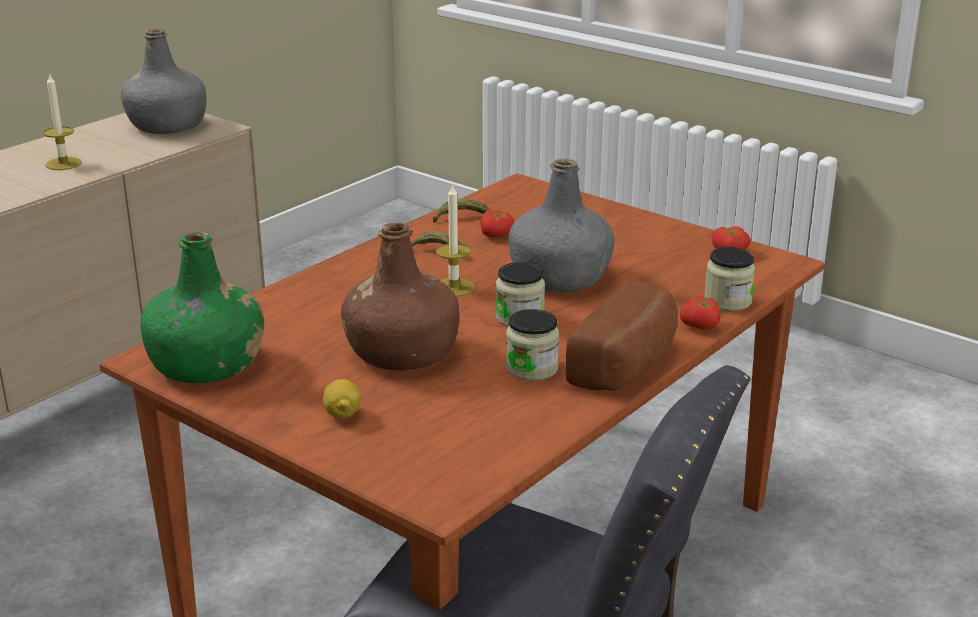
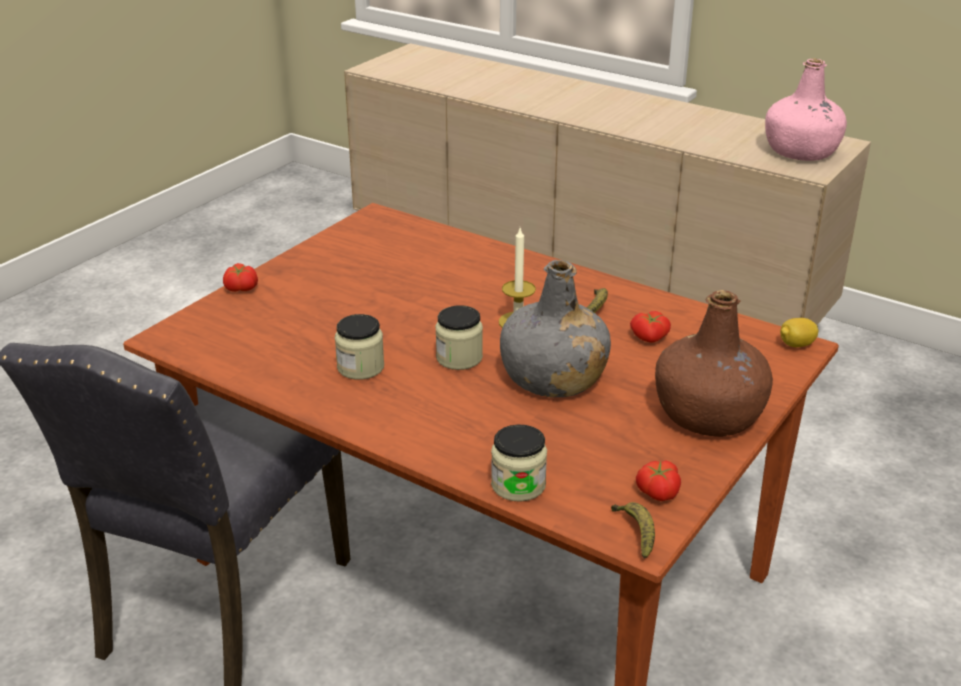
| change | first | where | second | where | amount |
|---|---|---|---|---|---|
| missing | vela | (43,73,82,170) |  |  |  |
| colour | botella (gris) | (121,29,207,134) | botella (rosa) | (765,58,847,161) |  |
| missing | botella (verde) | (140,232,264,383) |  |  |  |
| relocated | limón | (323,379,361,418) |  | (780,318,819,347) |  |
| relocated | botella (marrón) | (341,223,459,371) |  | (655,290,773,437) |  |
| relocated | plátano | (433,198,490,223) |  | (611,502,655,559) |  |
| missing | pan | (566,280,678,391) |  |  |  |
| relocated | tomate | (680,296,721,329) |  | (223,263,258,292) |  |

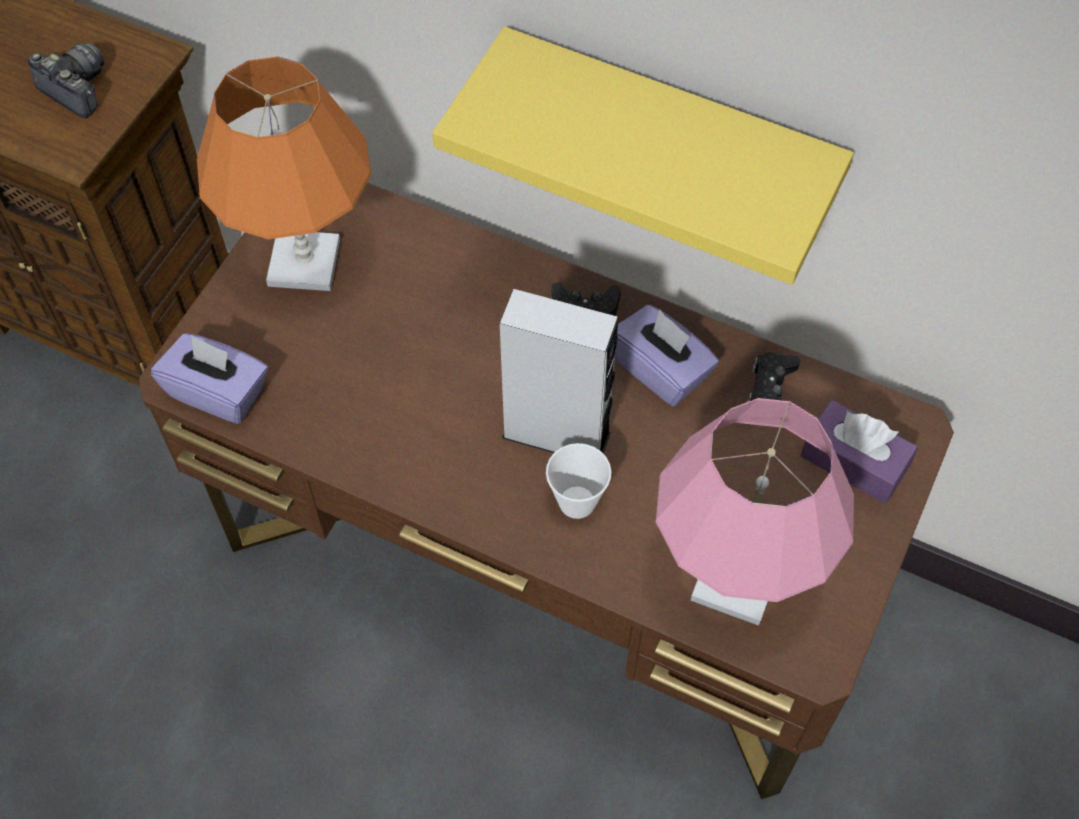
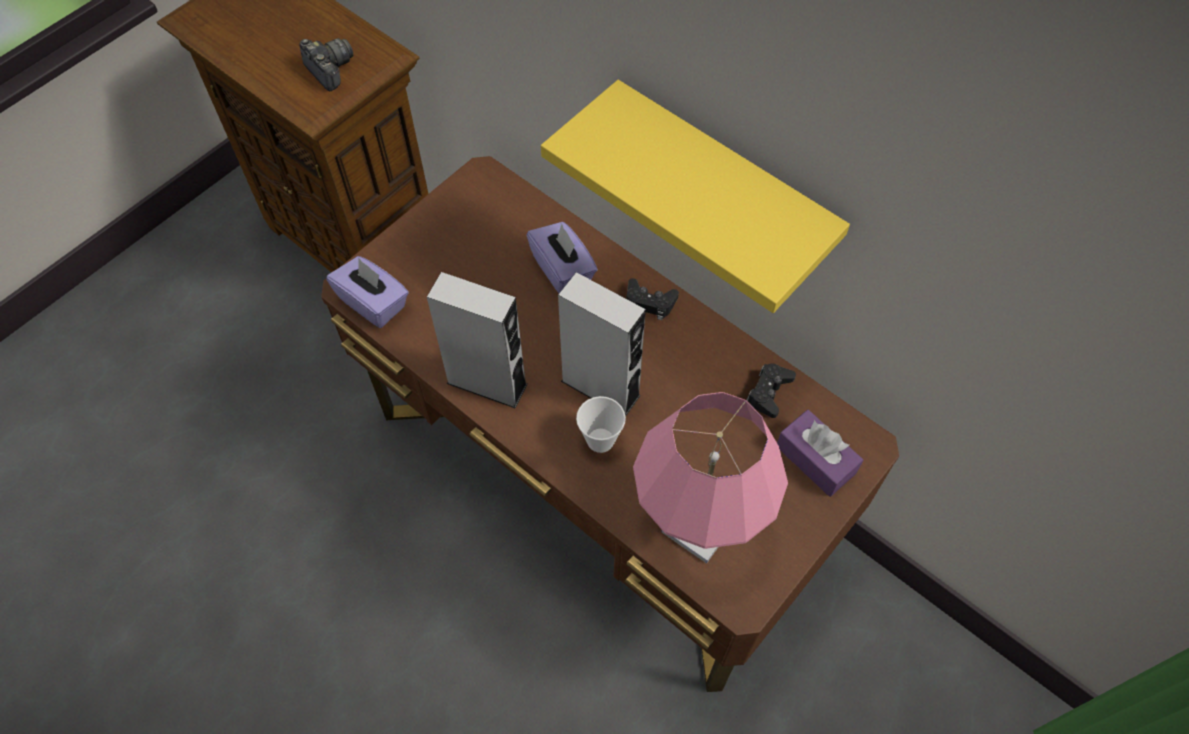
| change | first | where | second | where | amount |
|---|---|---|---|---|---|
| missing | lámpara de mesa (naranja) | (197,56,371,291) |  |  |  |
| relocated | caja de pañuelos (morado) | (615,305,719,407) |  | (526,222,598,293) |  |
| appeared |  |  | altavoz (gris) | (427,272,527,409) |  |

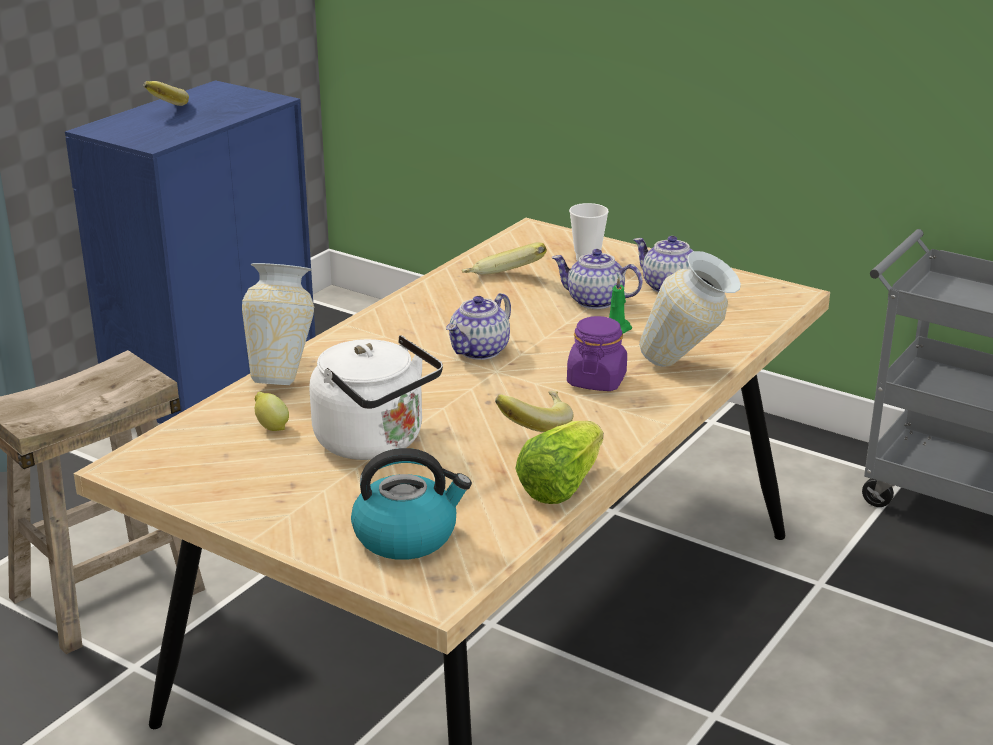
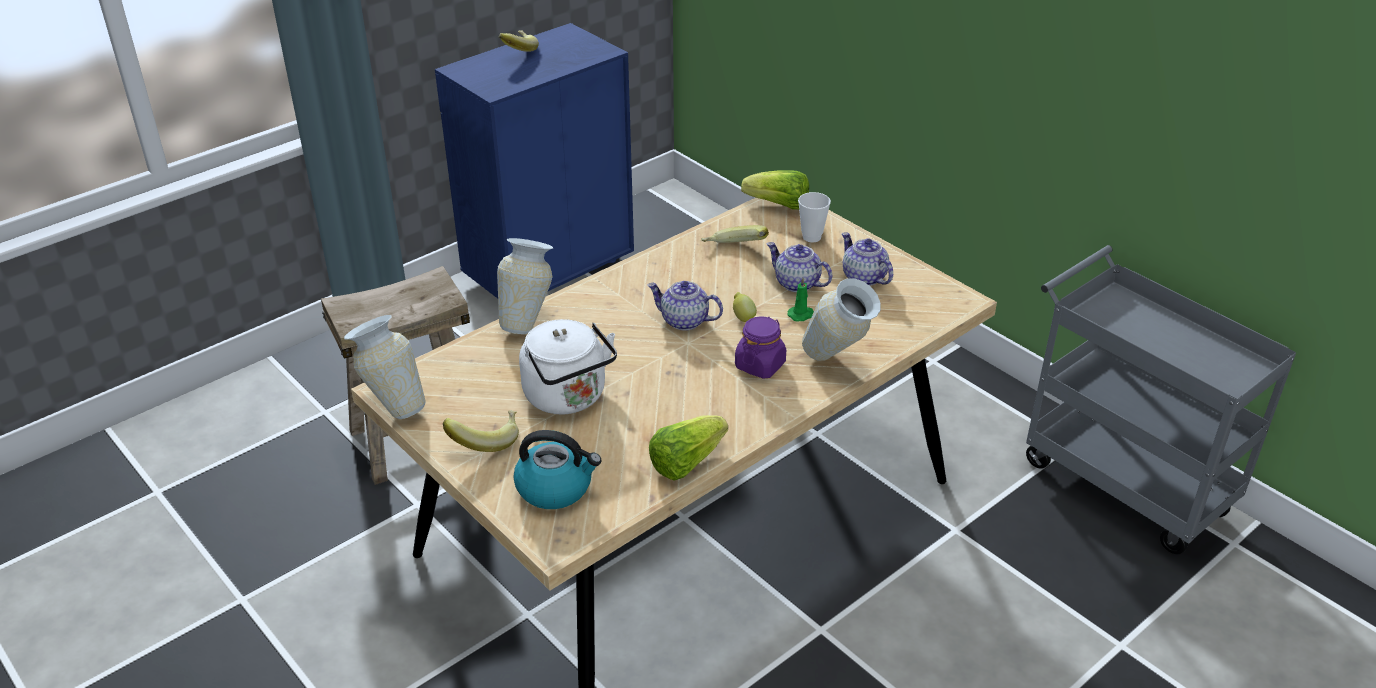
| change | first | where | second | where | amount |
|---|---|---|---|---|---|
| relocated | limón | (255,392,289,431) |  | (733,292,757,322) |  |
| spun | tetera | (446,293,511,360) |  | (647,281,723,331) | 60 degrees clockwise |
| relocated | plátano | (495,390,574,432) |  | (443,410,519,452) |  |
| appeared |  |  | florero | (344,315,425,419) |  |
| appeared |  |  | lechuga | (741,170,809,210) |  |

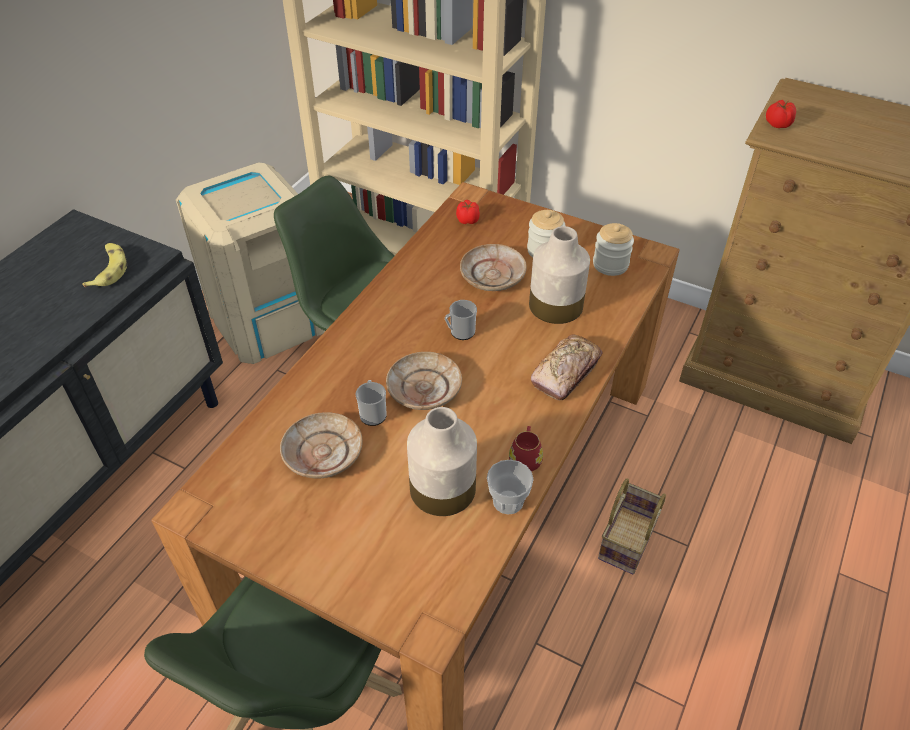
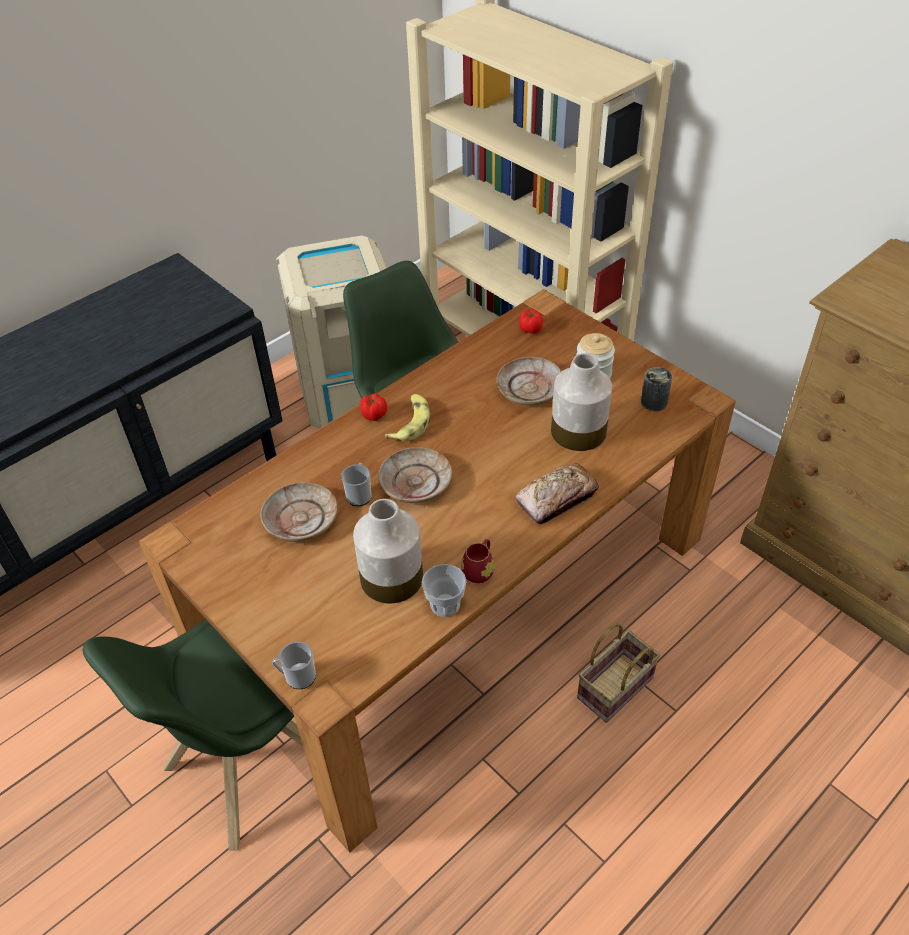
| change | first | where | second | where | amount |
|---|---|---|---|---|---|
| relocated | plátano | (82,243,127,287) |  | (385,394,430,441) |  |
| relocated | taza grande | (445,300,477,340) |  | (272,642,316,689) |  |
| exchanged | tarro | (593,223,634,276) | lata | (641,367,672,411) |  |
| relocated | tomate | (766,100,796,128) |  | (360,393,387,421) |  |

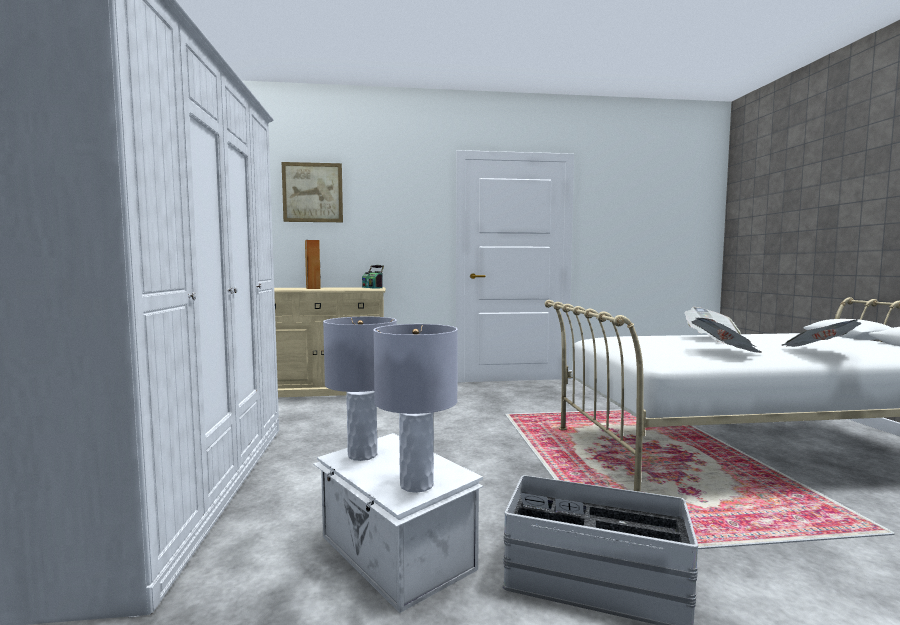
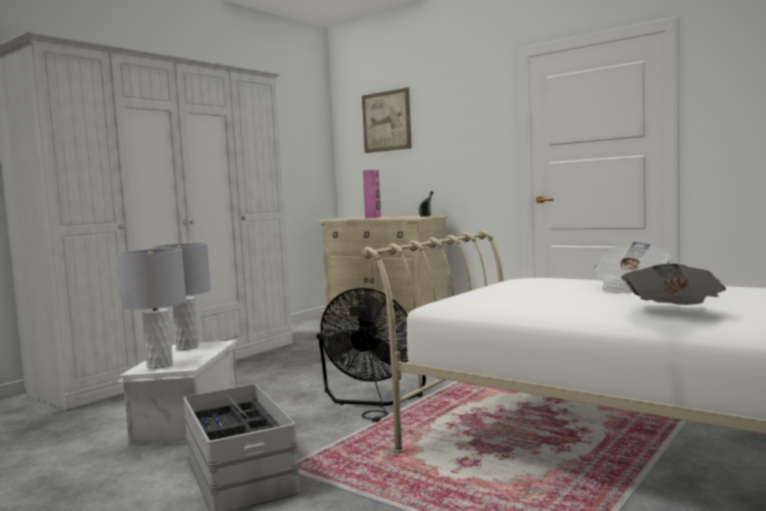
| change | first | where | second | where | amount |
|---|---|---|---|---|---|
| colour | altavoz (marrón) | (305,240,321,289) | altavoz (rosa) | (363,170,381,218) |  |
| missing | periódico | (692,318,761,353) |  |  |  |
| appeared |  |  | ventilador (negro) | (316,288,426,422) |  |

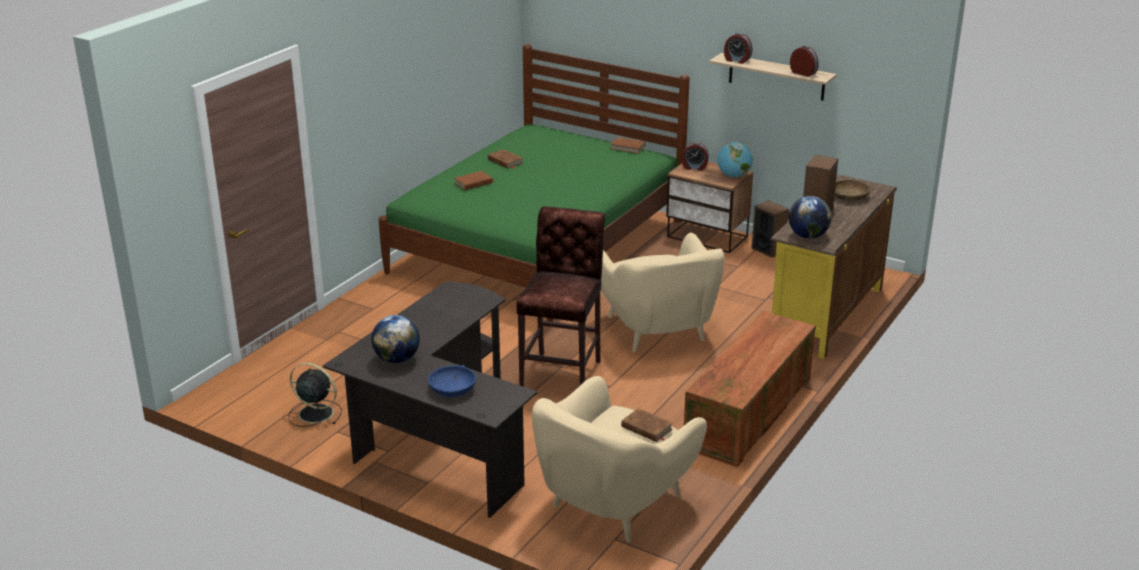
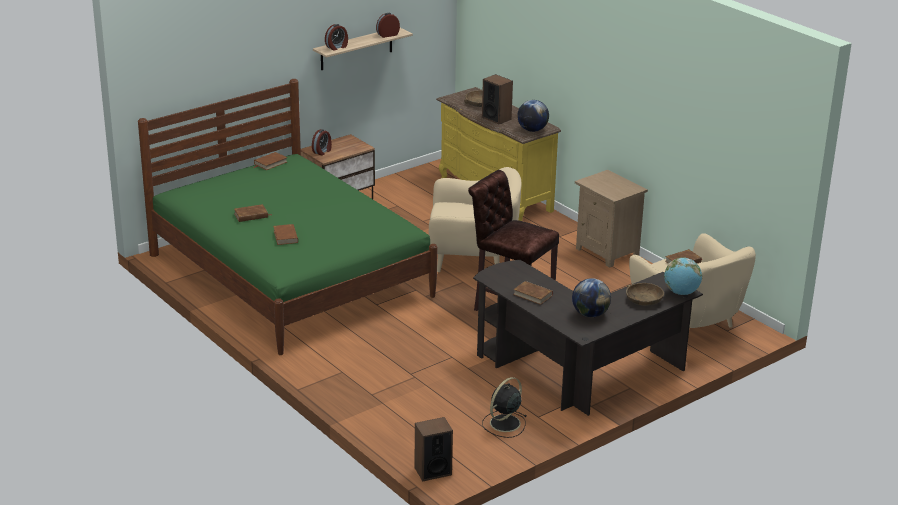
| change | first | where | second | where | amount |
|---|---|---|---|---|---|
| colour | cuenco (azul) | (428,365,476,397) | cuenco (marrón) | (626,283,664,306) |  |
| exchanged | banco (marrón) | (684,311,816,467) | mesita de noche (beis) | (575,170,648,268) |  |
| relocated | globo terráqueo | (717,142,753,177) |  | (664,257,702,295) |  |
| relocated | altavoz | (751,200,789,258) |  | (415,417,453,481) |  |
| appeared |  |  | libro (marrón) | (513,281,553,305) |  |

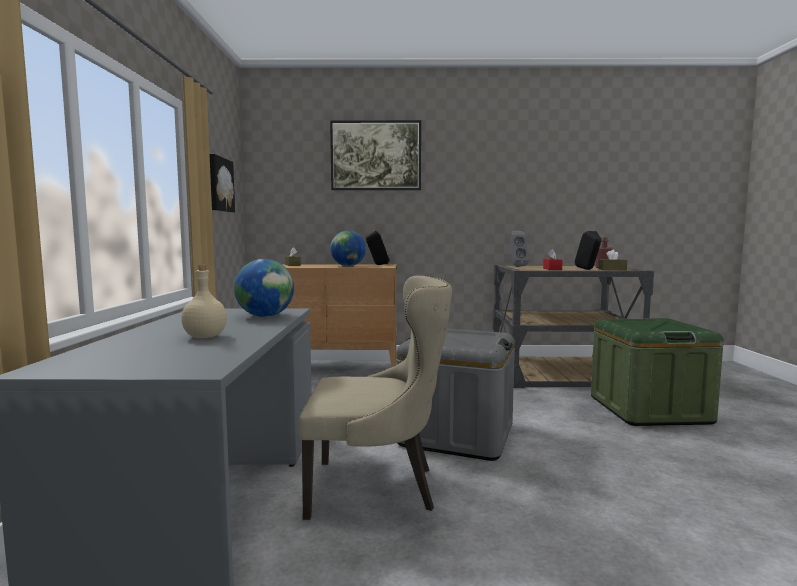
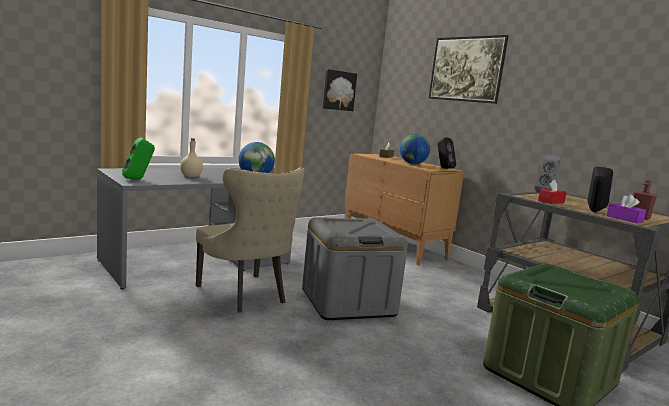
| change | first | where | second | where | amount |
|---|---|---|---|---|---|
| colour | caja de pañuelos (marrón) | (598,249,627,270) | caja de pañuelos (morado) | (606,195,646,223) |  |
| appeared |  |  | altavoz (verde) | (122,137,155,180) |  |

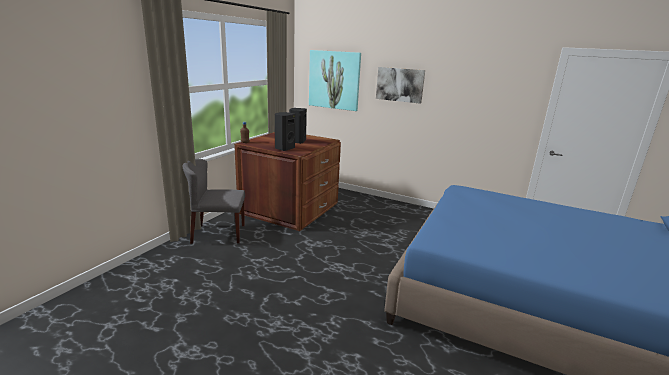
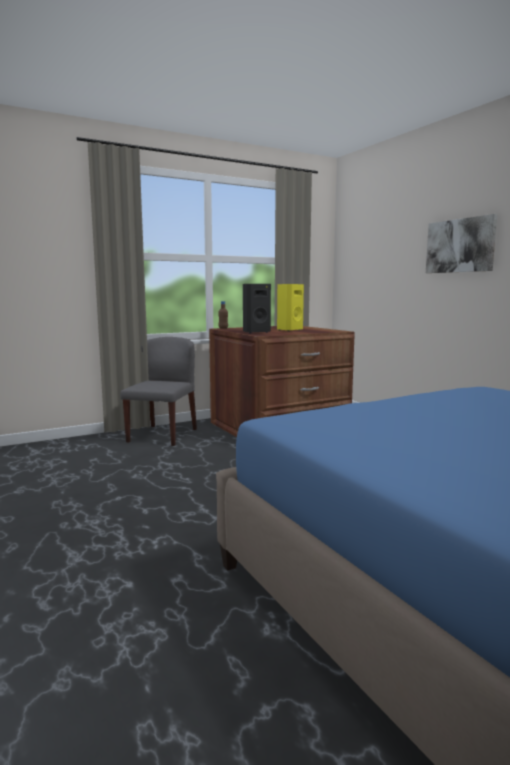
| change | first | where | second | where | amount |
|---|---|---|---|---|---|
| spun | silla (gris) | (183,159,245,244) |  | (120,337,197,446) | 75 degrees clockwise |
| colour | altavoz (negro) | (289,108,307,144) | altavoz (amarillo) | (277,284,304,331) |  |
| missing | cuadro | (309,50,361,111) |  |  |  |

